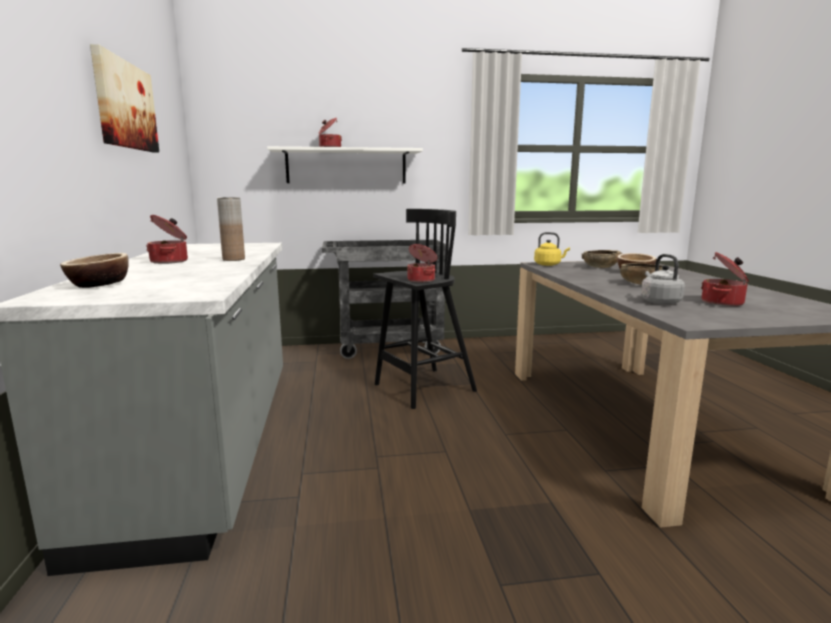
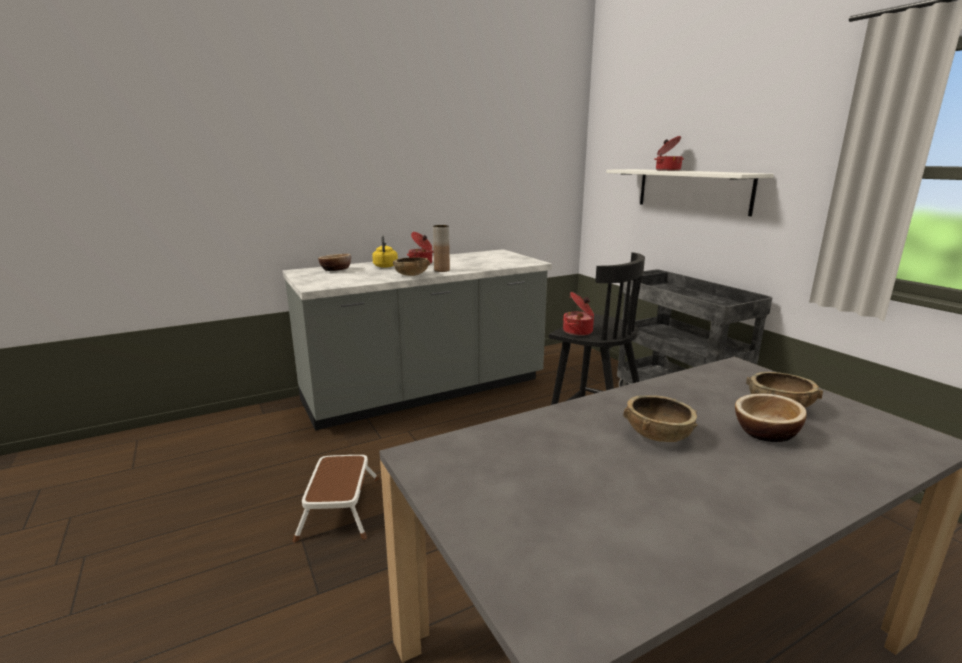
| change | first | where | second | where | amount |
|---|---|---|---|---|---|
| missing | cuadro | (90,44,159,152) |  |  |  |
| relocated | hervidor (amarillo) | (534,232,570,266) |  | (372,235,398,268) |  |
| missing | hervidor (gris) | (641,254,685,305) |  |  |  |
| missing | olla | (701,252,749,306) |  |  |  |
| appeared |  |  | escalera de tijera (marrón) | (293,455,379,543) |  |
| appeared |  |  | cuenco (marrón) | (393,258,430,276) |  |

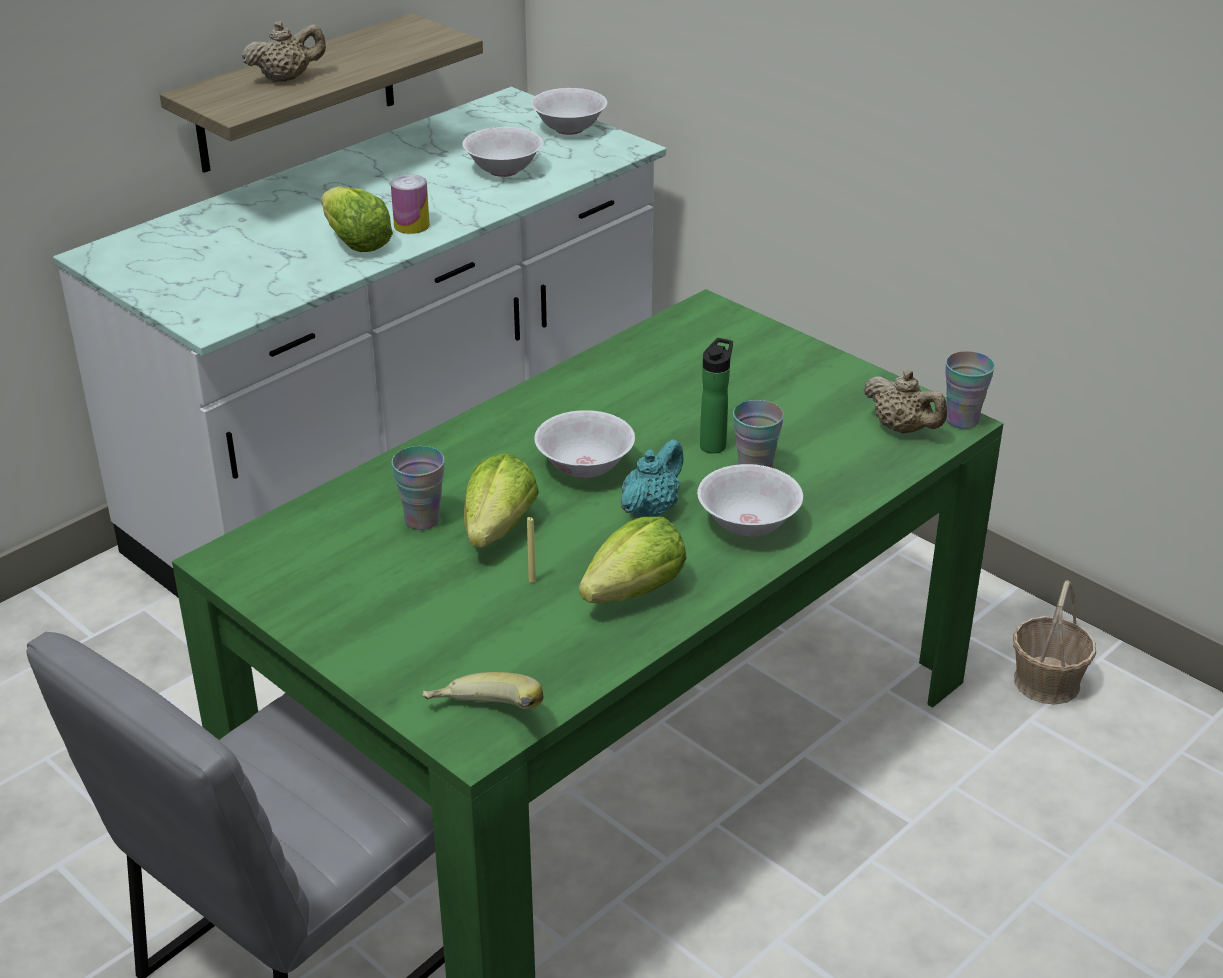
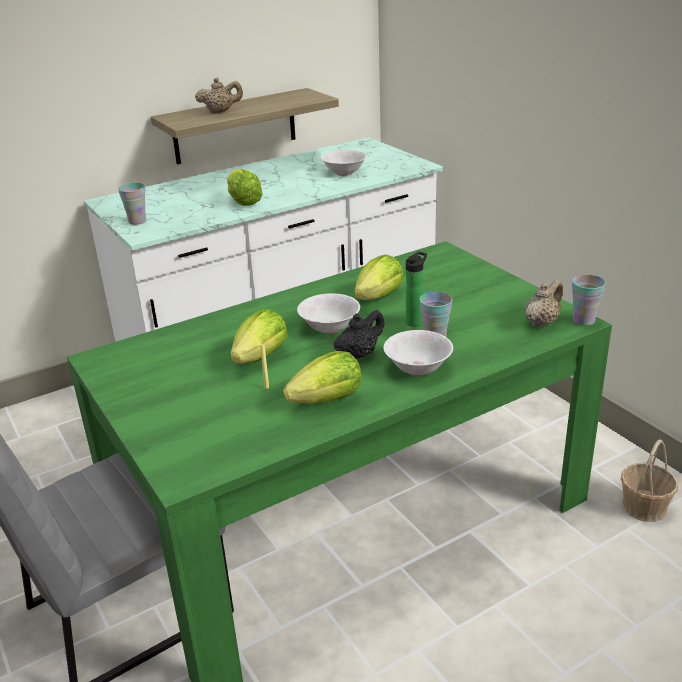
| change | first | where | second | where | amount |
|---|---|---|---|---|---|
| missing | lata | (391,175,430,234) |  |  |  |
| relocated | taza | (392,446,445,530) |  | (118,183,146,225) |  |
| missing | plátano | (422,672,543,709) |  |  |  |
| missing | cuenco (blanco) | (531,88,607,135) |  |  |  |
| colour | tetera (turquesa) | (621,439,683,518) | tetera (negro) | (334,310,385,360) |  |
| spun | tetera (beis) | (864,370,947,433) |  | (525,280,563,328) | 105 degrees counterclockwise |
| appeared |  |  | lechuga | (354,254,404,300) |  |

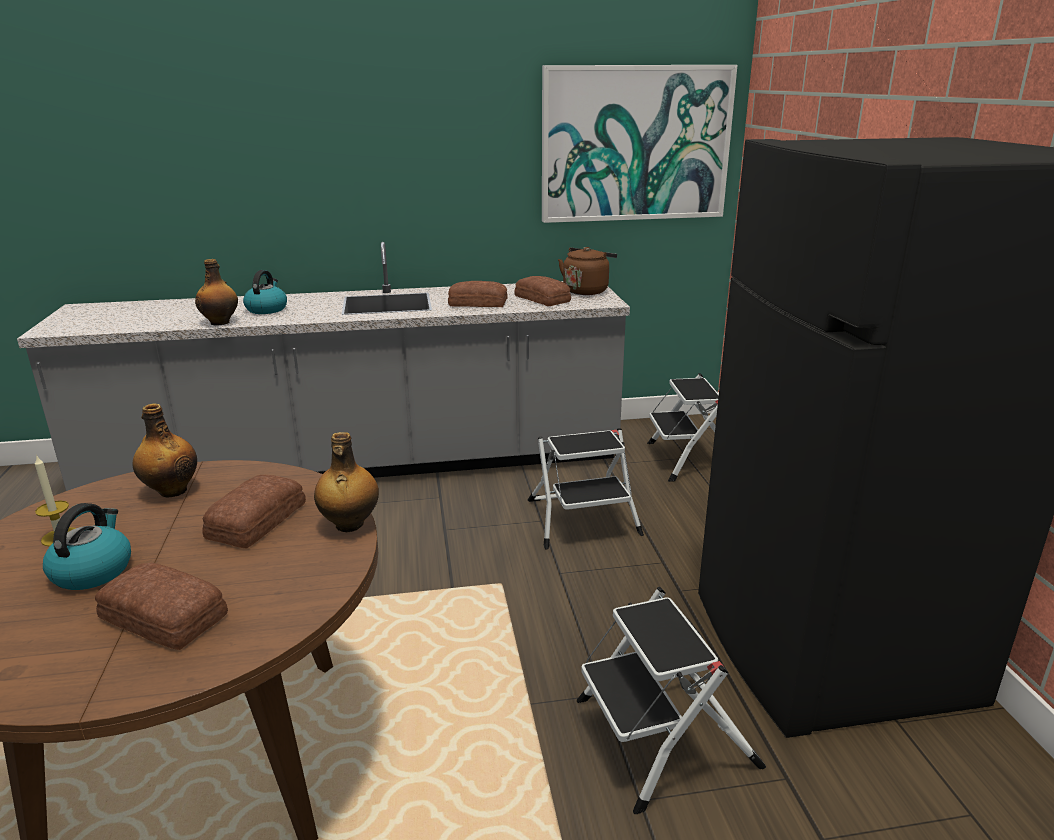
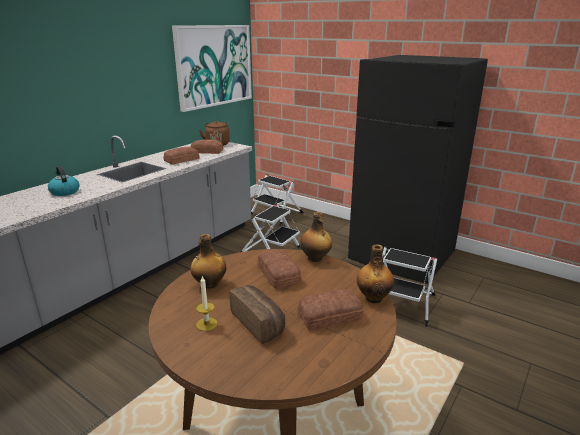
| change | first | where | second | where | amount |
|---|---|---|---|---|---|
| exchanged | hervidor | (43,503,131,590) | pan | (229,285,285,344) |  |
| relocated | botella | (195,259,238,325) |  | (357,244,394,303) |  |

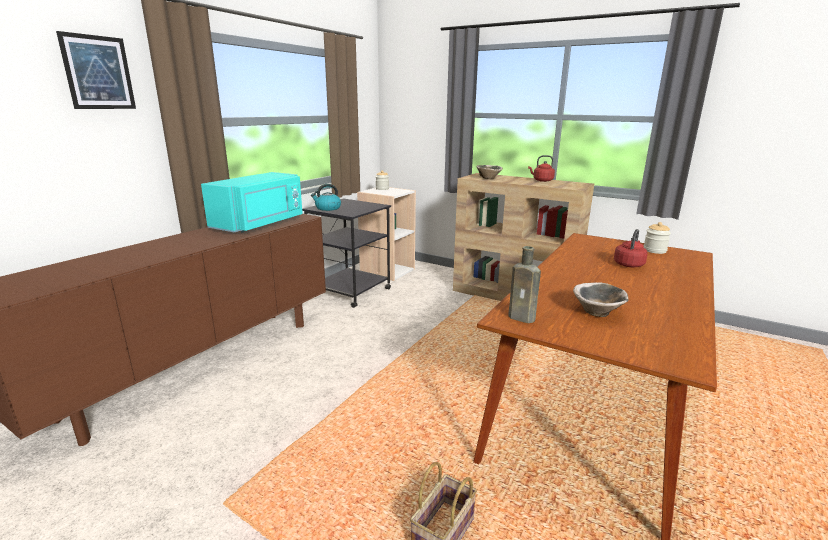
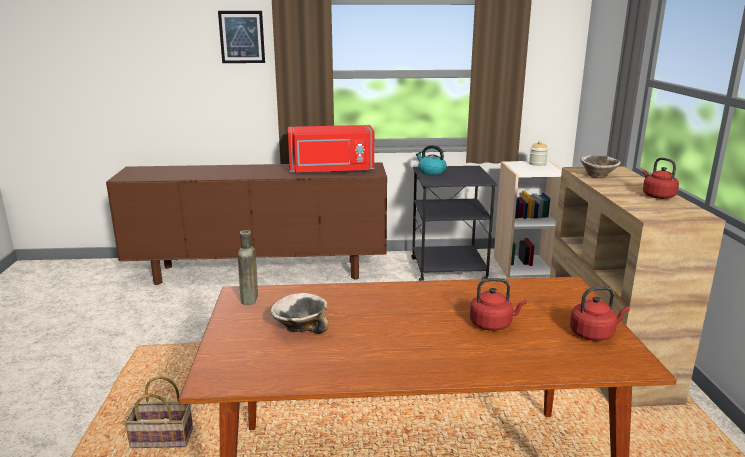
| change | first | where | second | where | amount |
|---|---|---|---|---|---|
| colour | microondas (turquesa) | (201,172,303,233) | microondas (rojo) | (288,125,374,174) |  |
| exchanged | tarro | (643,222,671,254) | hervidor (rojo) | (570,286,630,341) |  |

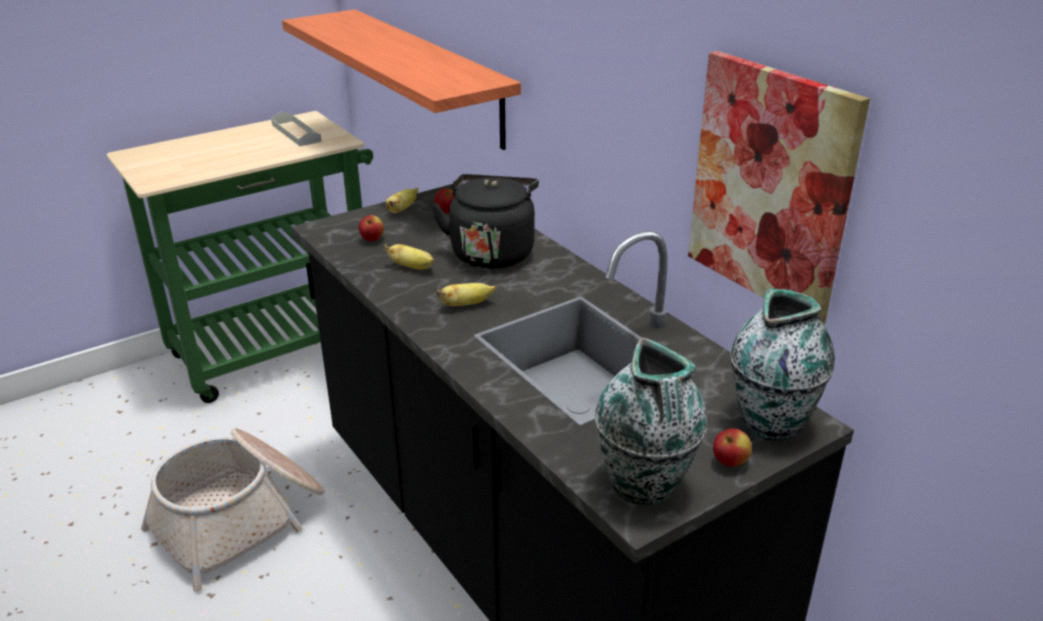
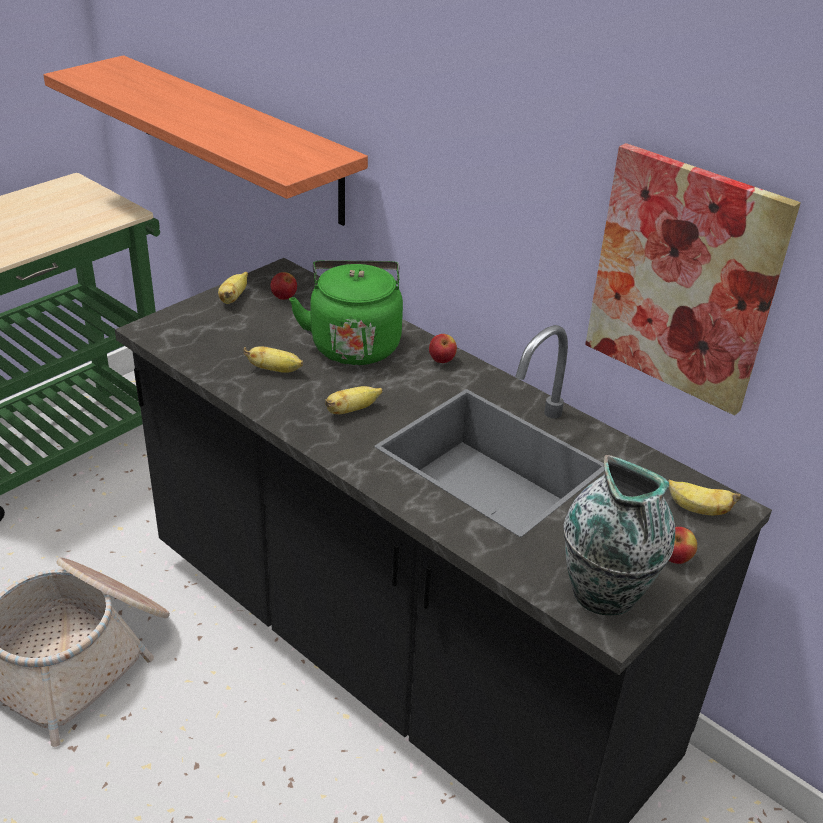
| change | first | where | second | where | amount |
|---|---|---|---|---|---|
| missing | bandeja (gris) | (271,111,322,146) |  |  |  |
| relocated | manzana | (359,215,384,241) |  | (429,334,457,363) |  |
| colour | hervidor (negro) | (431,174,539,269) | hervidor (verde) | (289,260,403,365) |  |
| exchanged | florero | (730,289,835,441) | plátano | (668,479,741,515) |  |

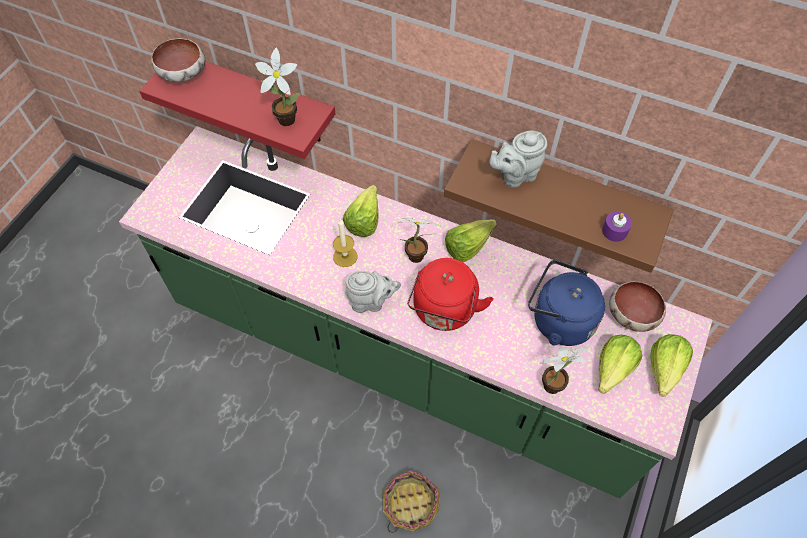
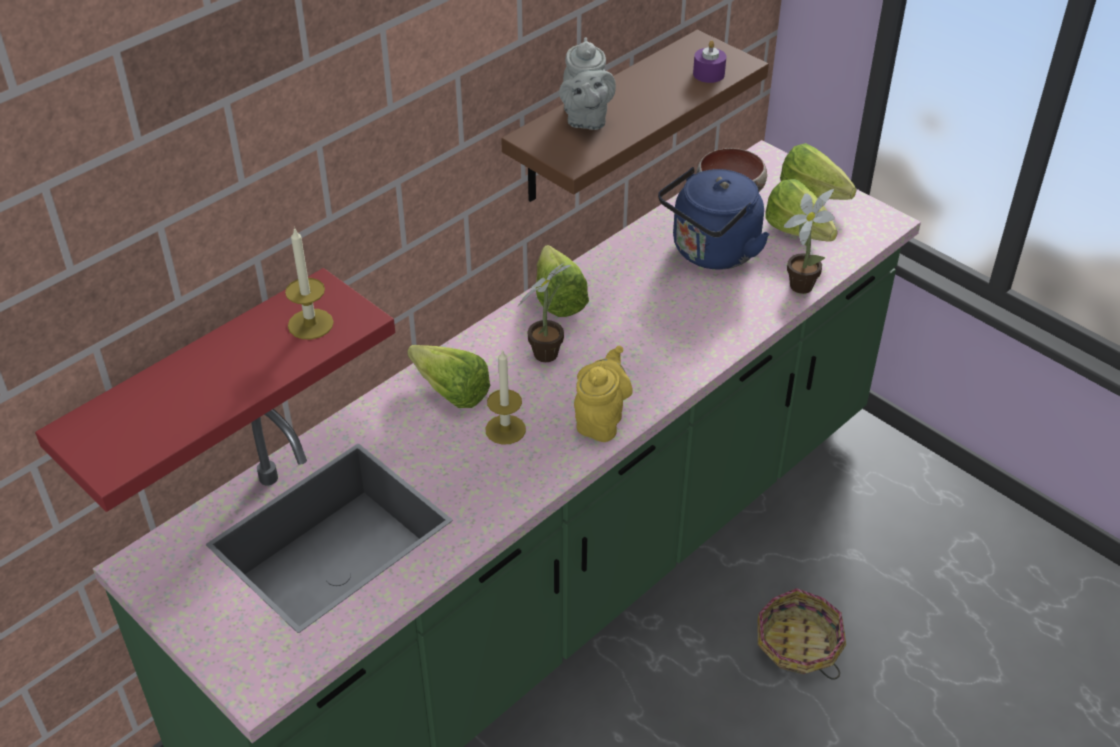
| change | first | where | second | where | amount |
|---|---|---|---|---|---|
| missing | cuenco | (151,38,205,82) |  |  |  |
| exchanged | planta en maceta | (255,47,301,126) | vela | (285,227,334,340) |  |
| colour | tetera (gris) | (345,271,401,313) | tetera (amarillo) | (574,346,633,442) |  |
| missing | hervidor (rojo) | (407,258,494,331) |  |  |  |

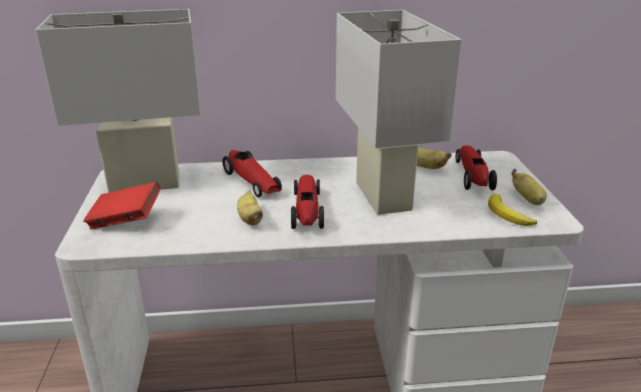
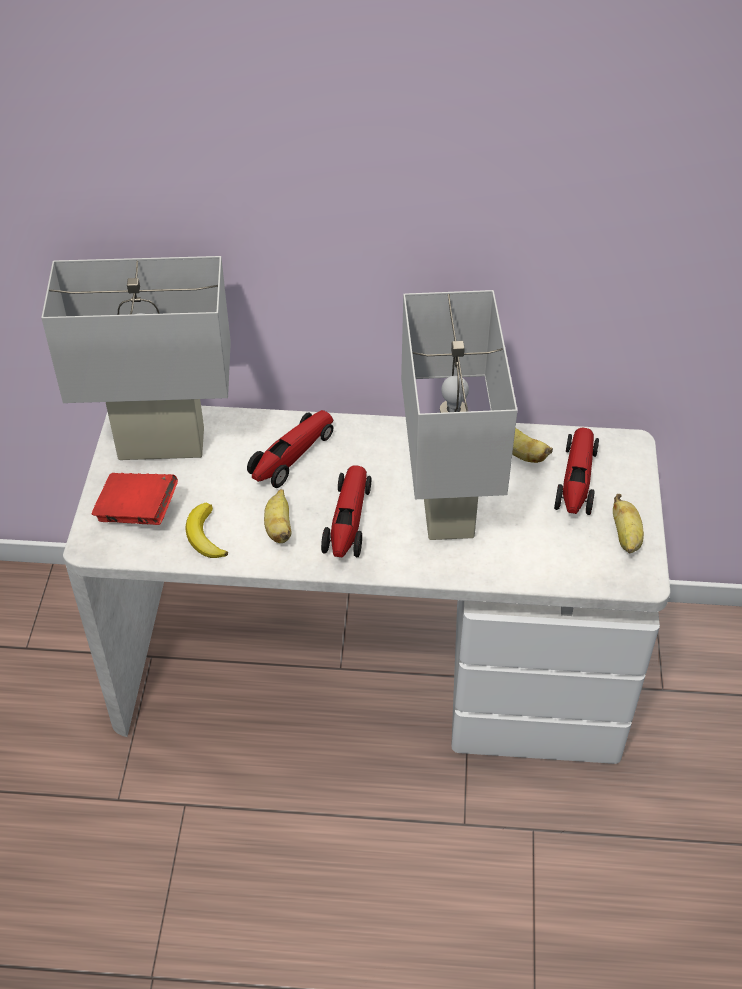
| change | first | where | second | where | amount |
|---|---|---|---|---|---|
| spun | coche de juguete | (223,150,282,198) |  | (247,410,333,488) | 120 degrees counterclockwise |
| relocated | plátano | (488,194,537,226) |  | (186,503,228,558) |  |

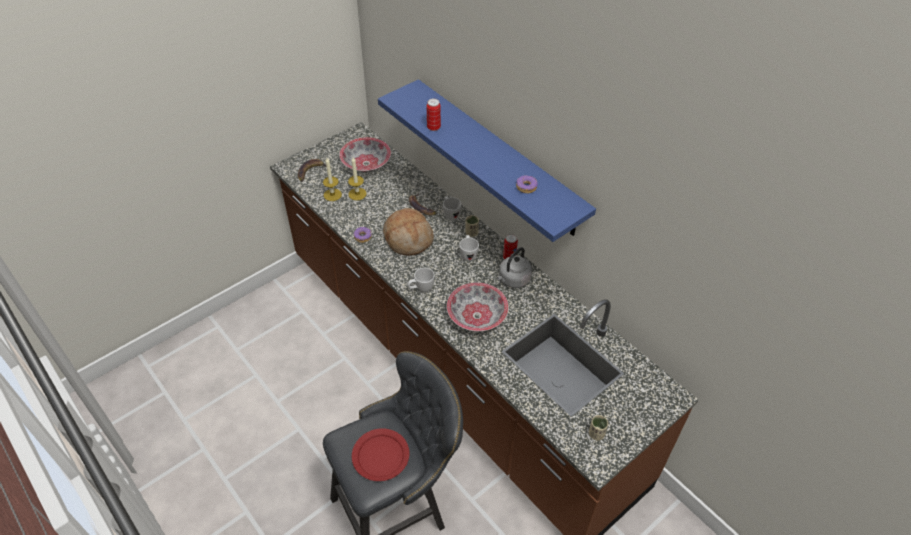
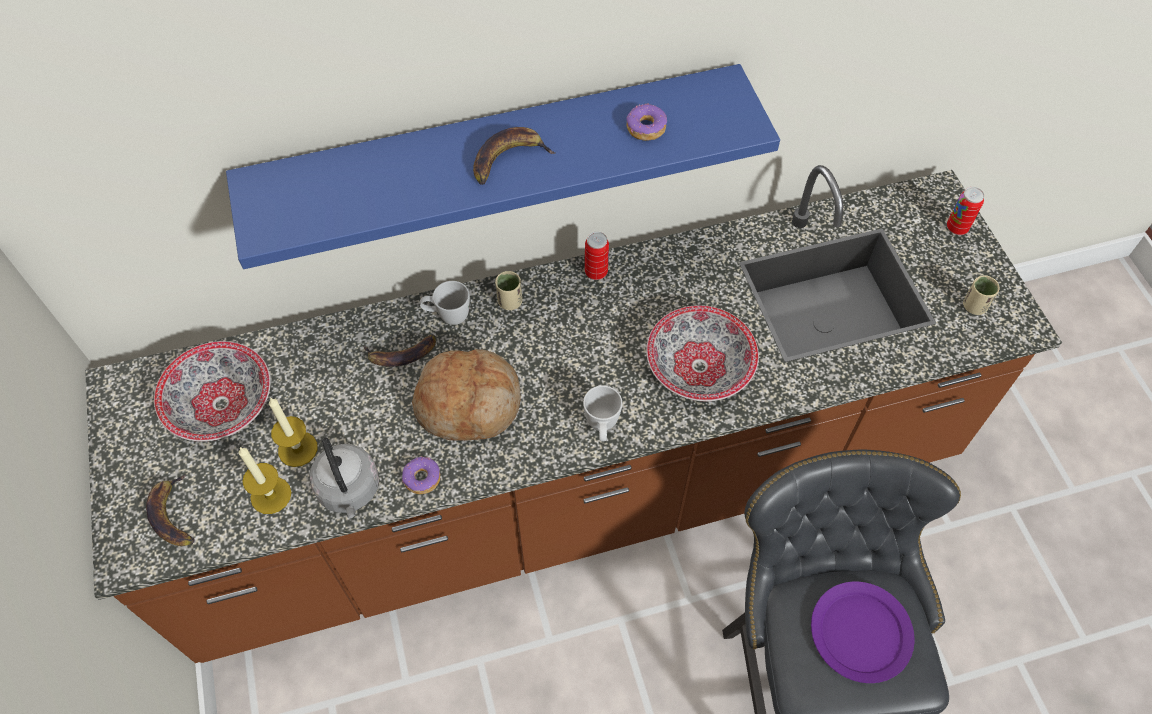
| change | first | where | second | where | amount |
|---|---|---|---|---|---|
| colour | plato (rojo) | (352,428,409,481) | plato (morado) | (811,582,914,683) |  |
| relocated | lata | (427,99,441,131) |  | (947,187,984,235) |  |
| missing | taza grande (blanco) | (459,235,479,262) |  |  |  |
| relocated | hervidor (gris) | (497,247,532,288) |  | (309,438,379,519) |  |
| appeared |  |  | plátano | (473,127,555,185) |  |

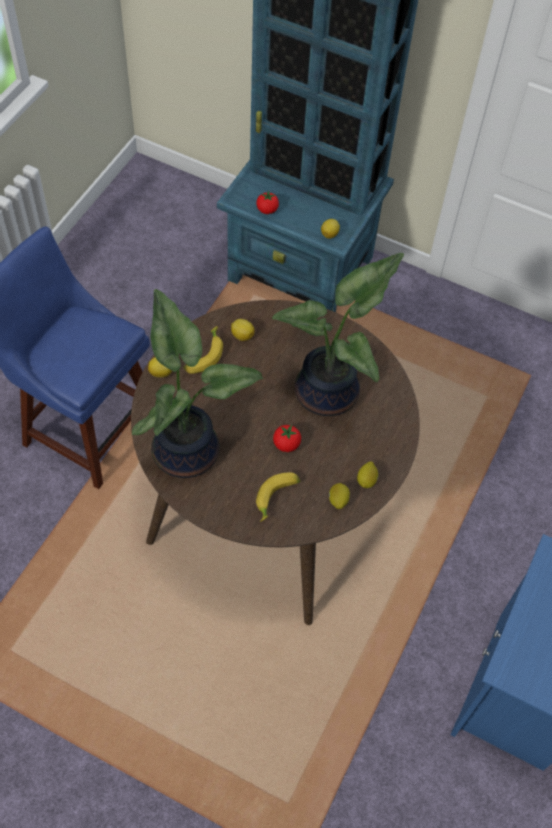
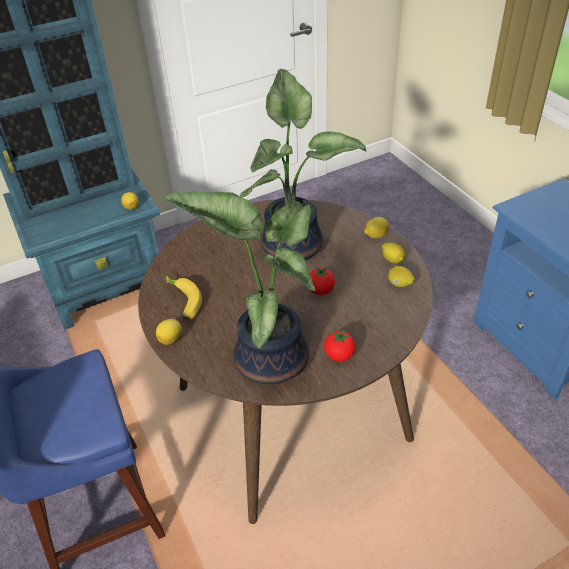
| change | first | where | second | where | amount |
|---|---|---|---|---|---|
| relocated | limón | (231,319,255,341) |  | (364,217,389,238) |  |
| relocated | tomate | (256,191,279,214) |  | (324,330,356,362) |  |
| missing | plátano | (256,472,300,522) |  |  |  |

